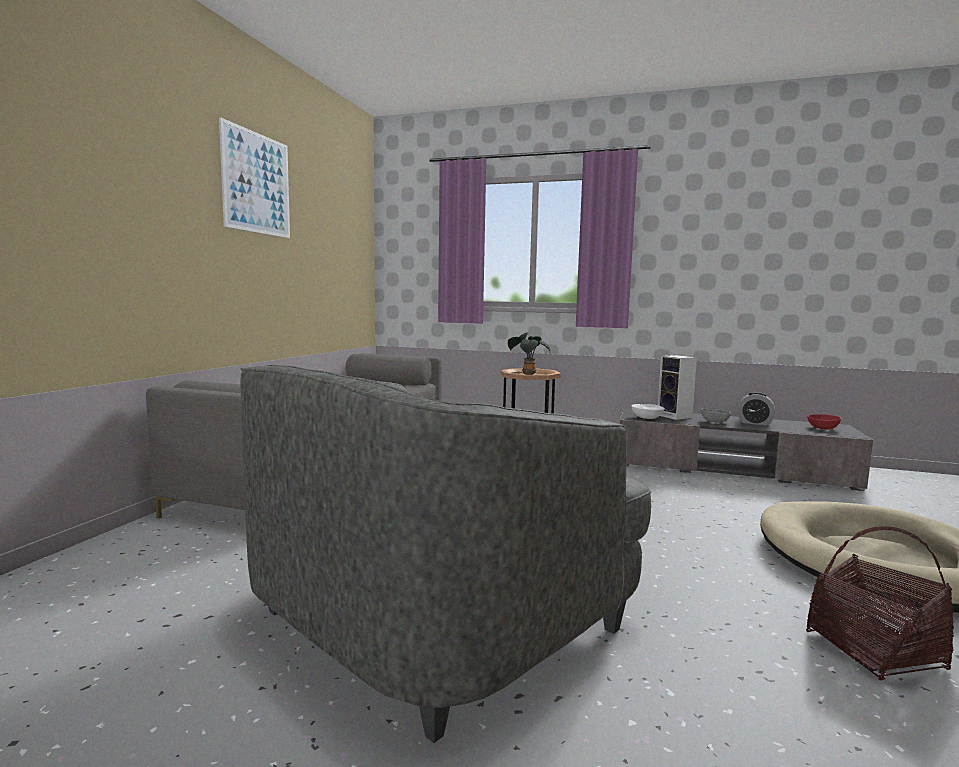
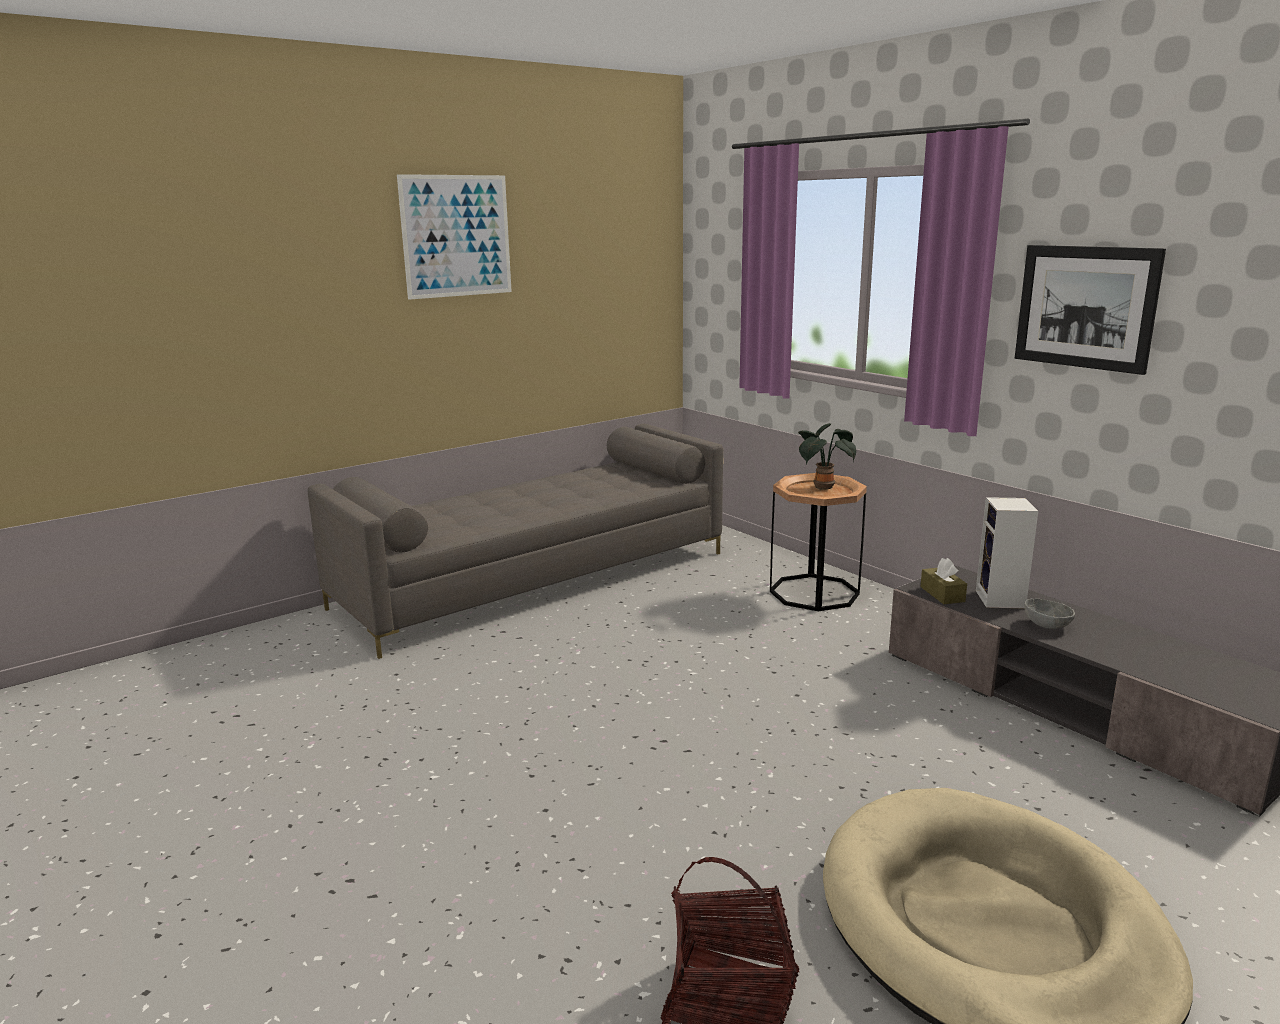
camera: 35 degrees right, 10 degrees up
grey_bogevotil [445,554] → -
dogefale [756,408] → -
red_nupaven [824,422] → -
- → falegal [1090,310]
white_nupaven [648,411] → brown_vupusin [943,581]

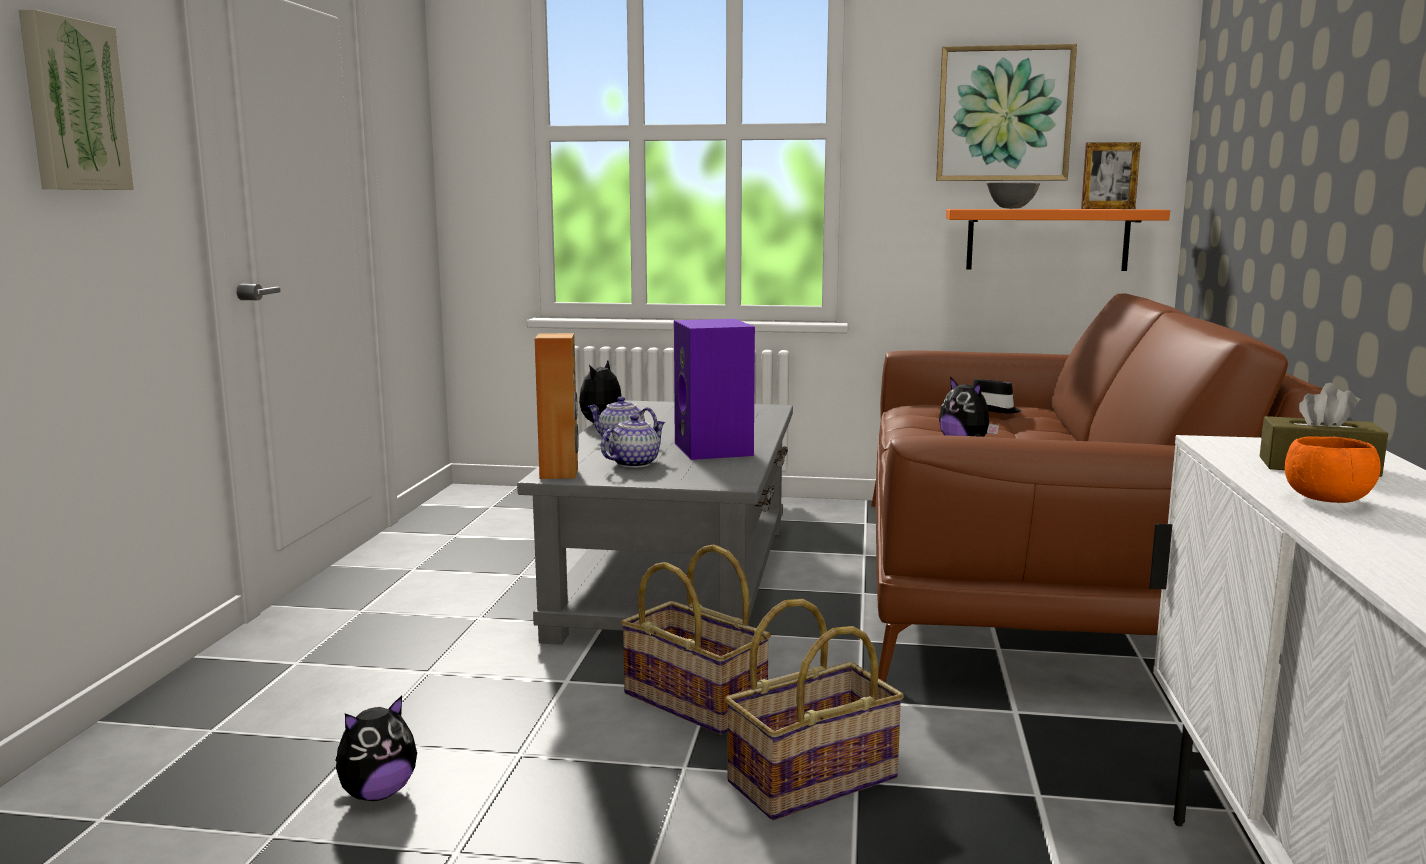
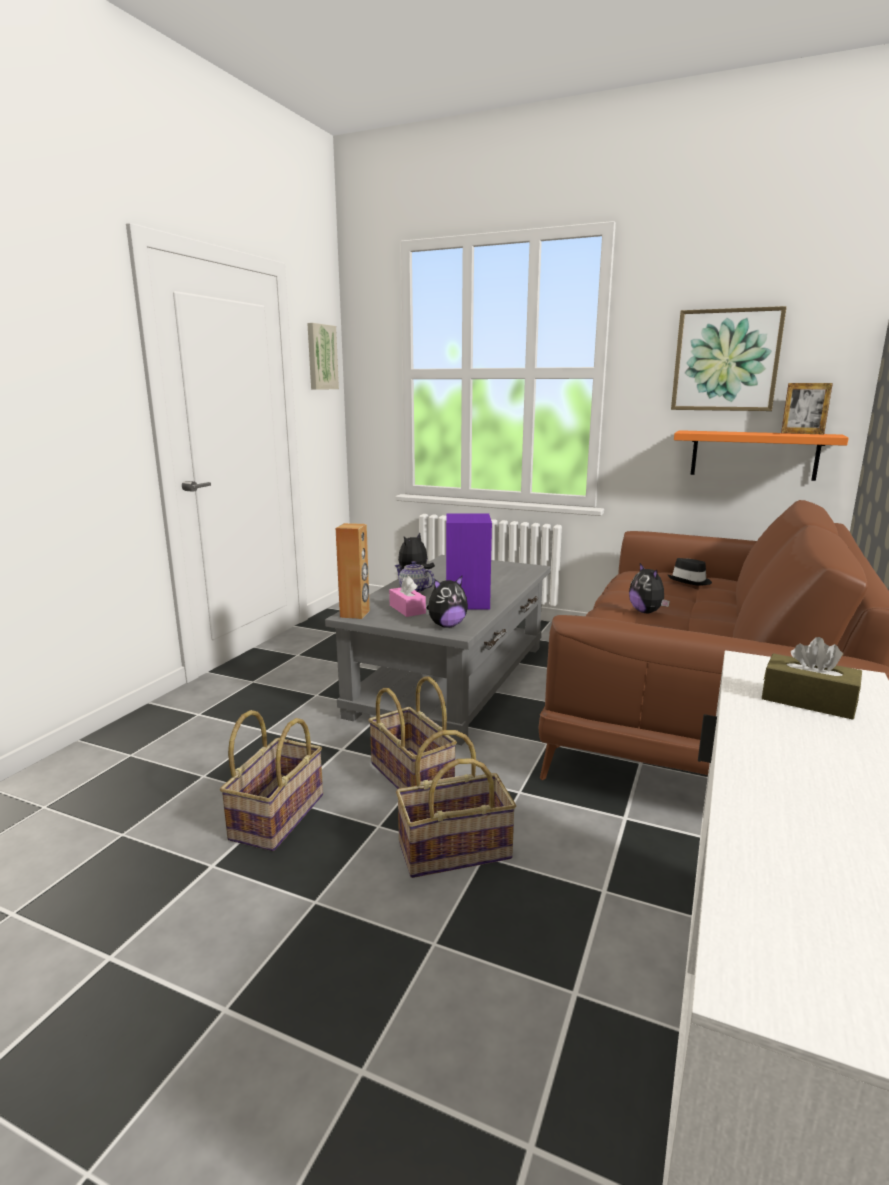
camera: 15 degrees right, 5 degrees up
grey_nupaven [1013,195] → -
orange_nupaven [1333,469] → -
- → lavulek [271,780]
falegal [76,99] → falegal [323,356], moved
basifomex [376,748] → basifomex [447,602], moved
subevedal [633,441] → pink_vupusin [407,596]

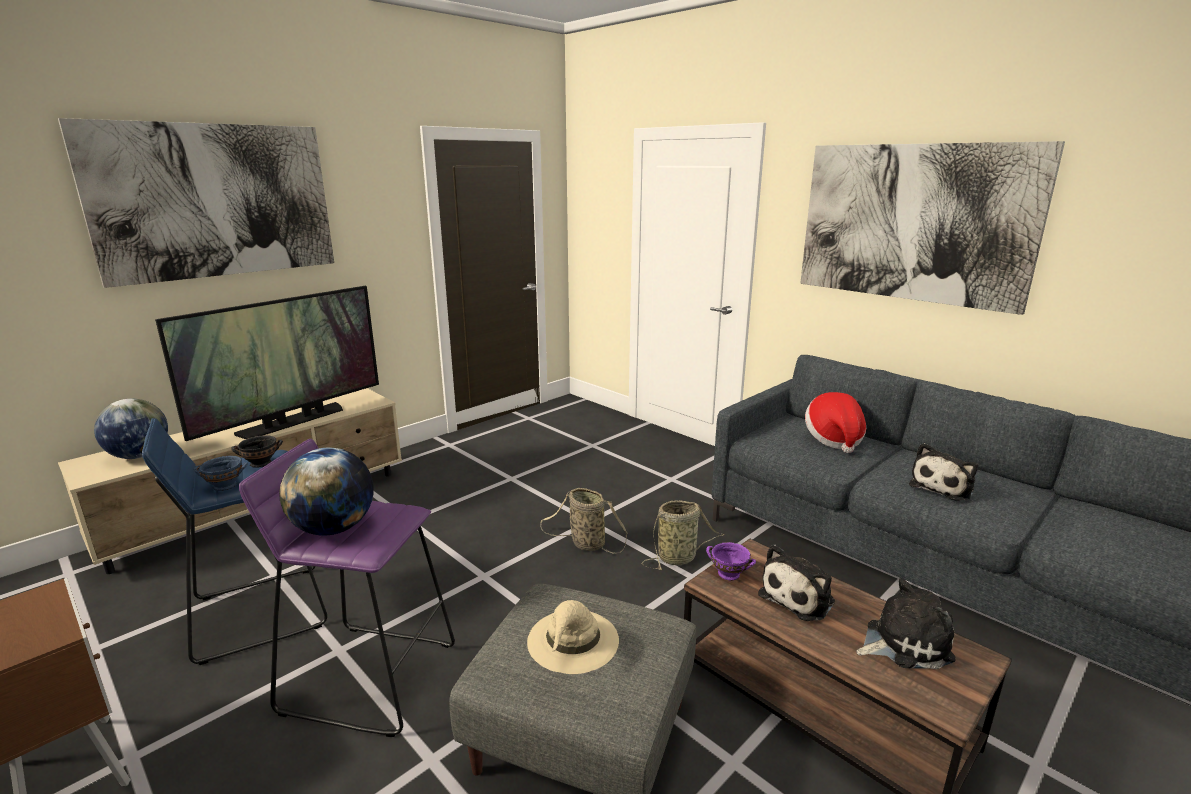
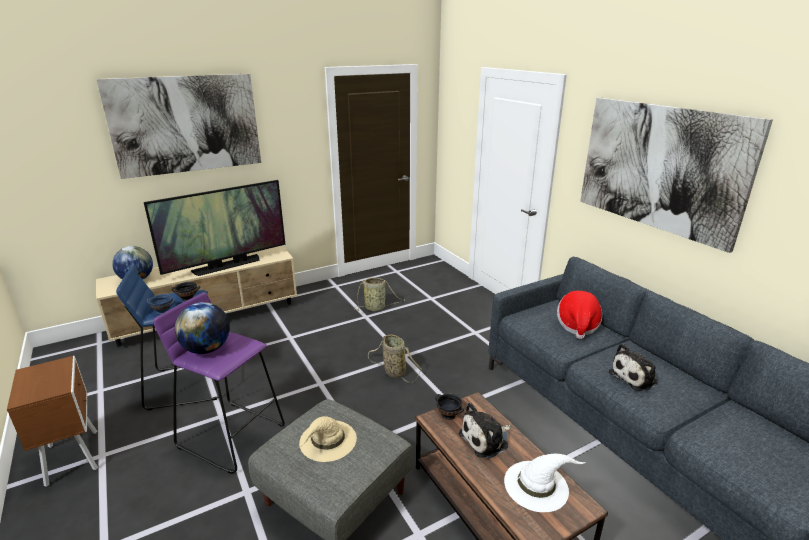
camera: 15 degrees right, 5 degrees up
lavulek [683,535] → lavulek [379,294], moved
basifomex [906,623] → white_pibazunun [545,483]
purple_nupaven [731,561] → black_nupaven [449,406]

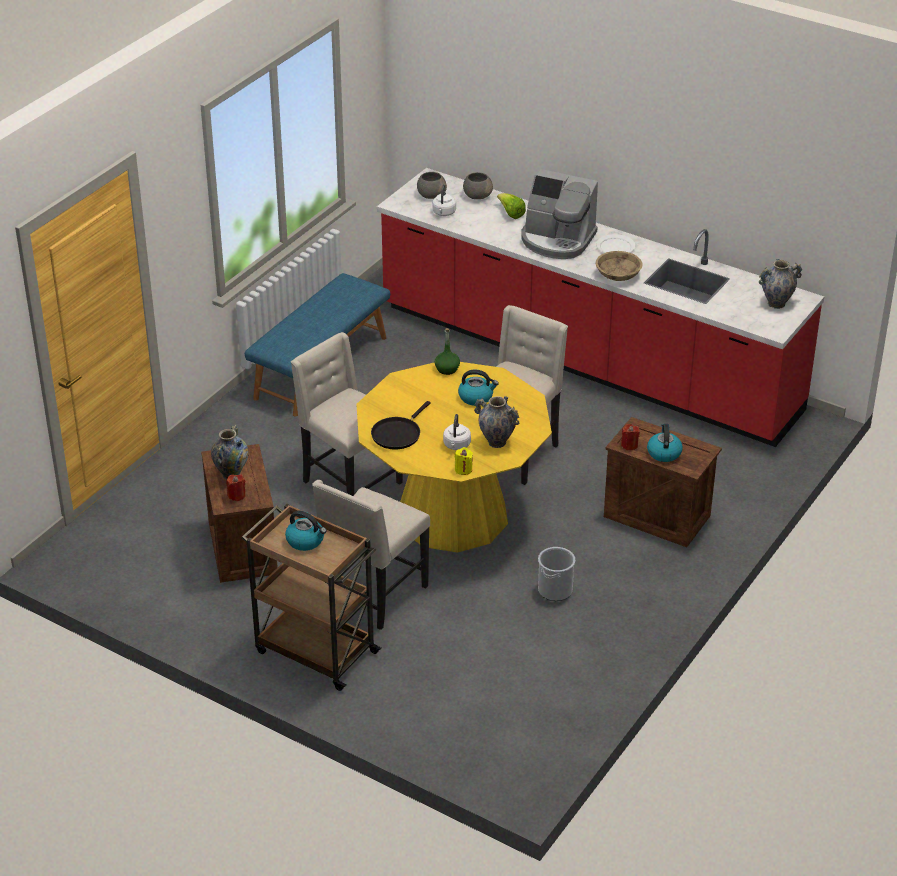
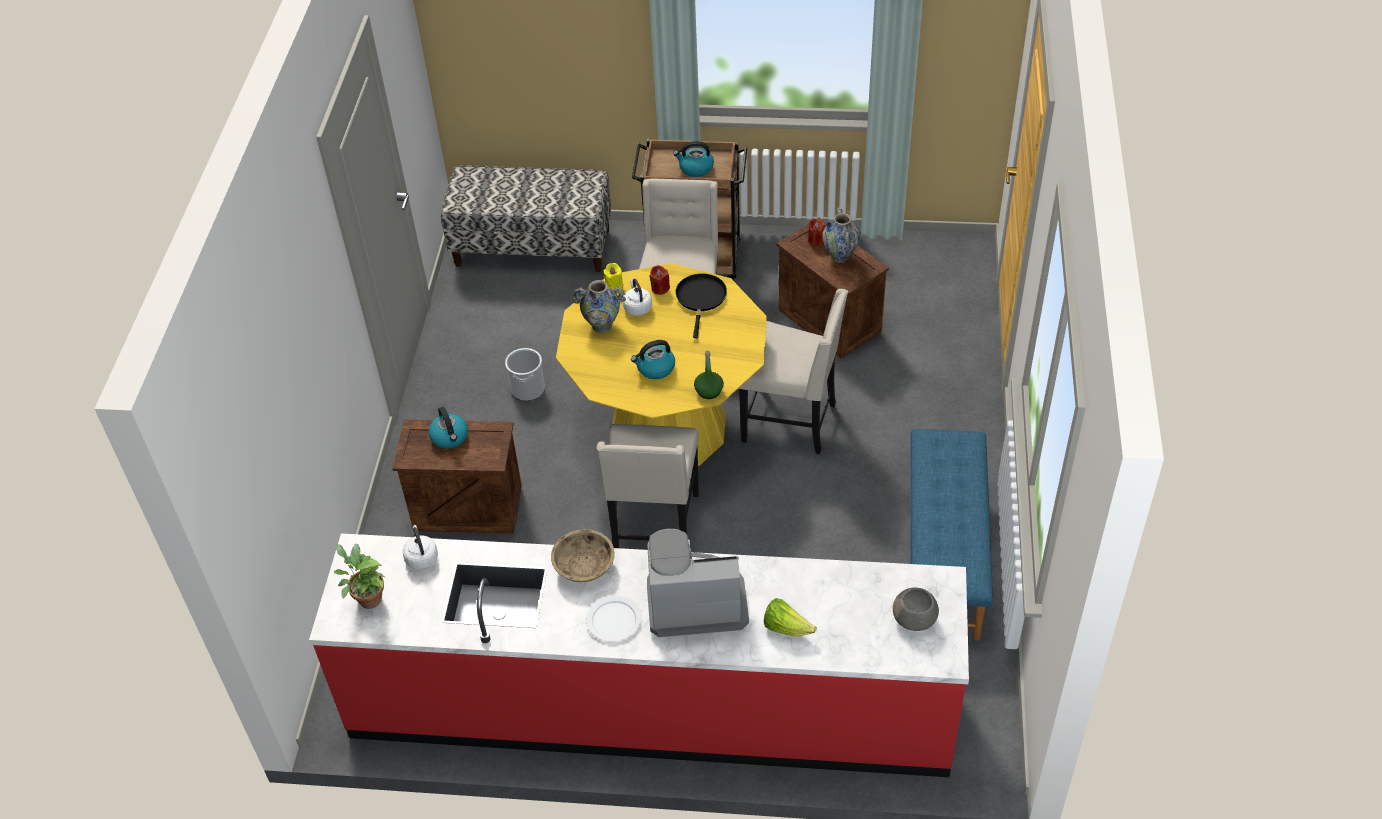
camera: 155 degrees right, 10 degrees up
grey_nupaven [478,185] → -
- → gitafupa [526,219]
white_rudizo [444,200] → white_rudizo [420,547], moved
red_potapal [630,437] → red_potapal [659,280], moved
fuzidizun [780,284] → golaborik [359,576]

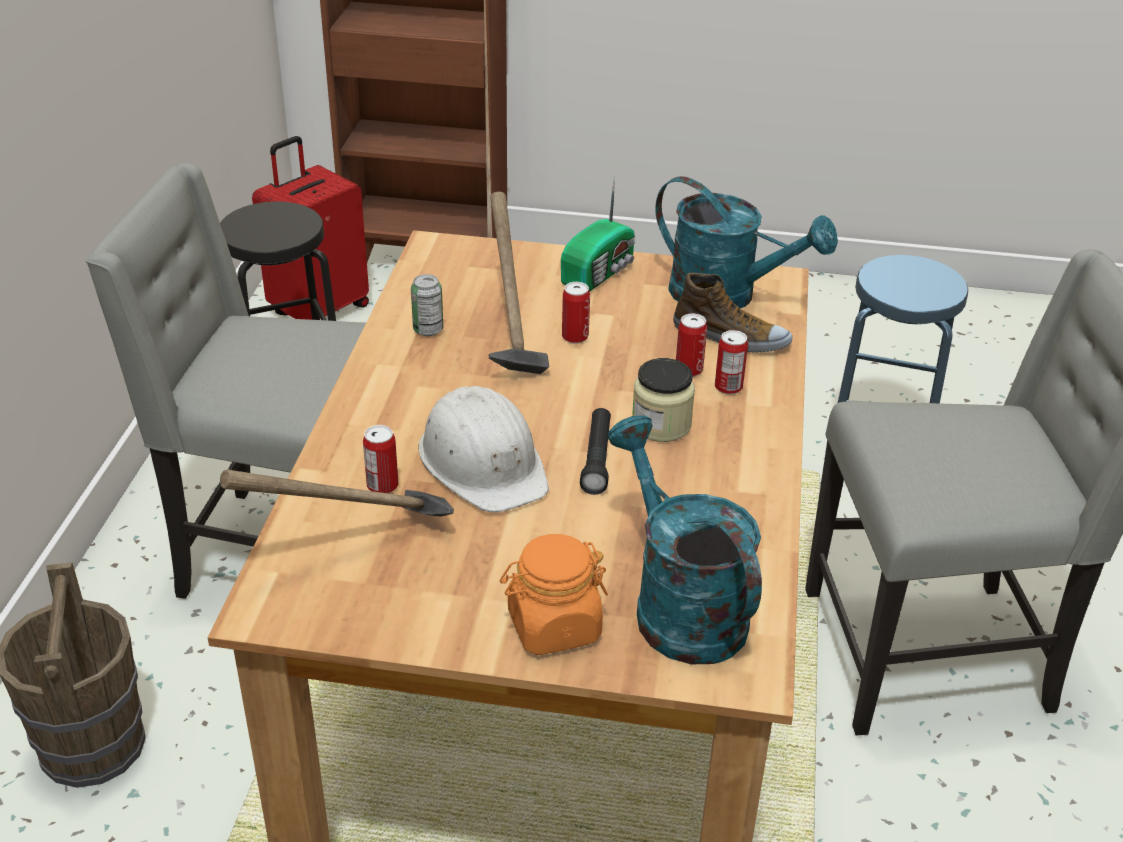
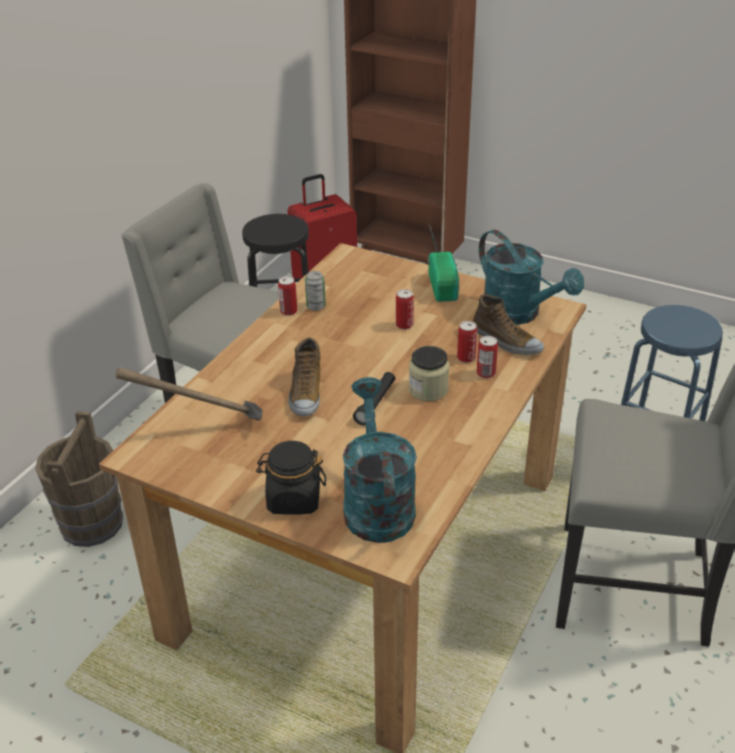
camera: 20 degrees right, 0 degrees up
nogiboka [518,283] → -
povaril [380,459] → povaril [287,296], moved
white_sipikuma [483,449] → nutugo [304,377]
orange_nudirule [554,594] → black_nudirule [291,477]
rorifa [598,233] → rorifa [443,263], 60 degrees counterclockwise

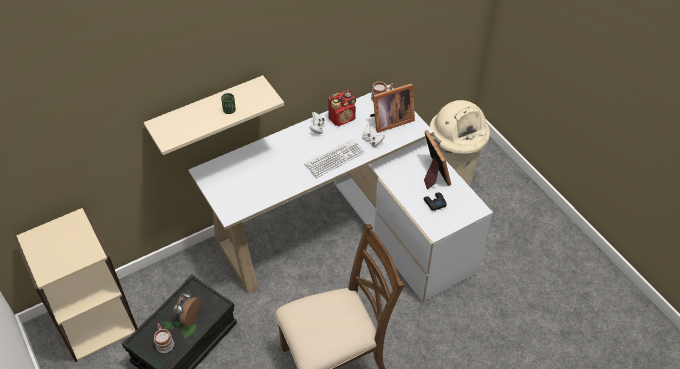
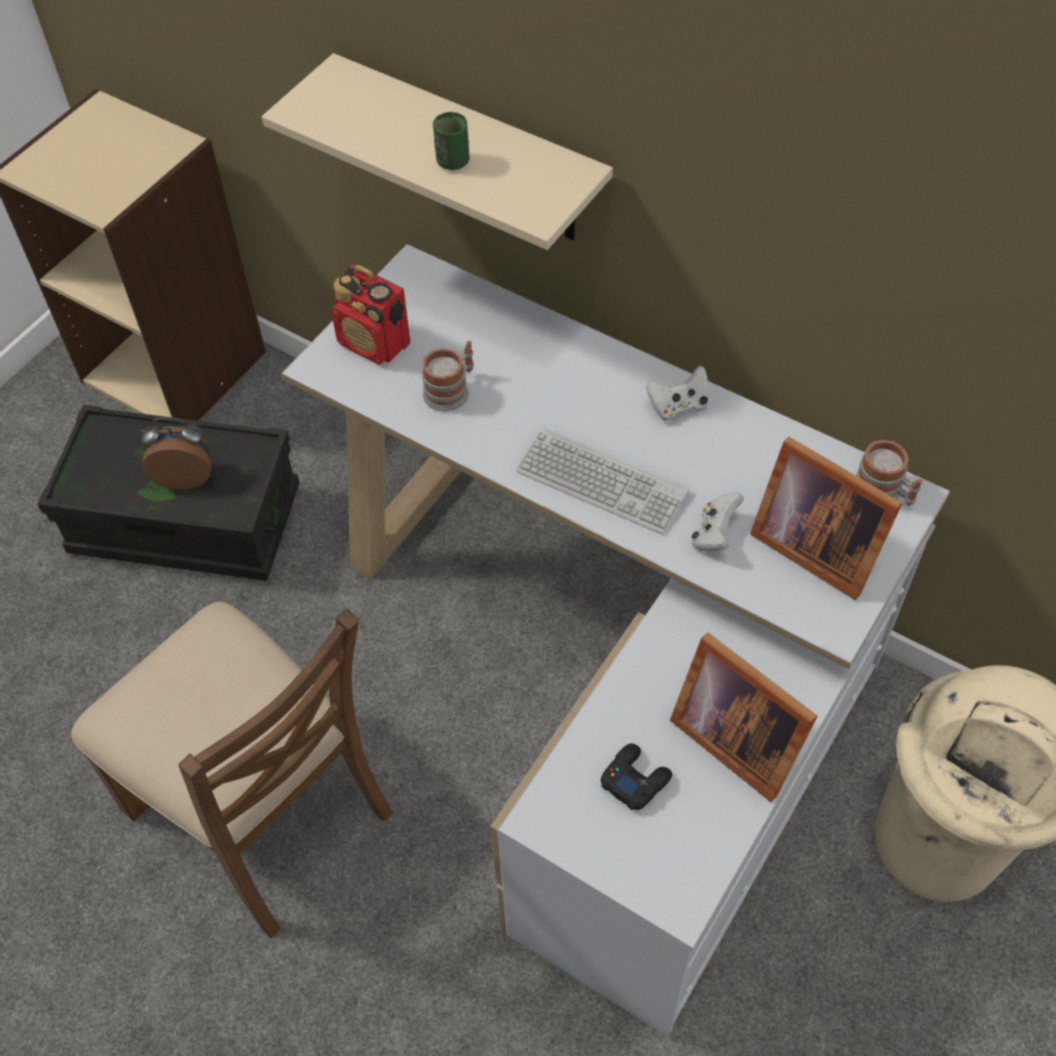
camera: 65 degrees right, 5 degrees up
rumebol [164,338] → rumebol [448,376], moved
rorifa [342,108] → rorifa [370,314], moved
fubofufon [437,159] → fubofufon [743,717], 90 degrees clockwise

